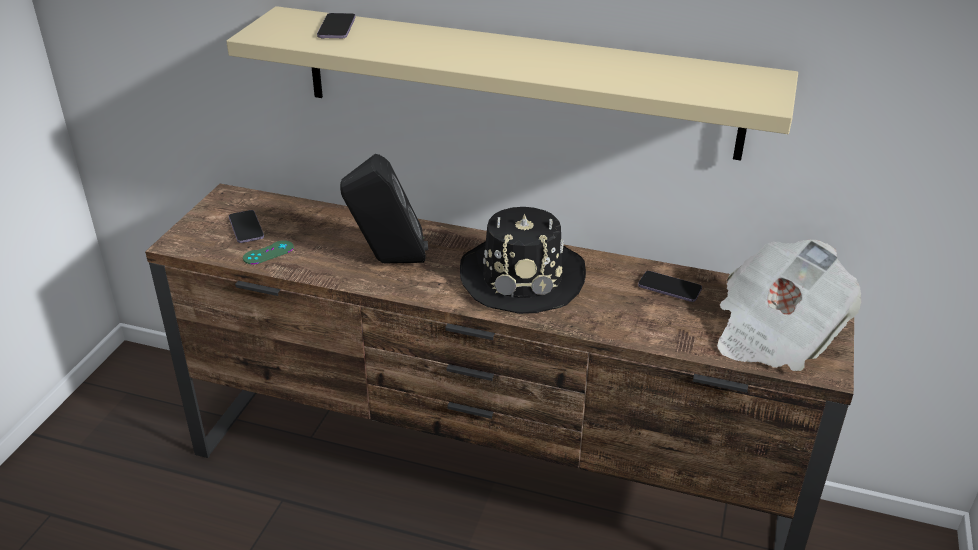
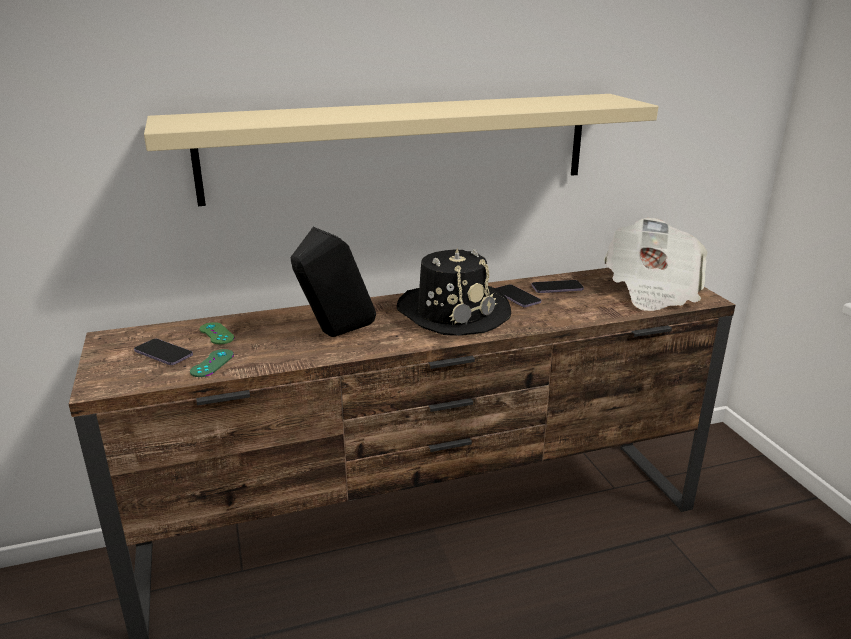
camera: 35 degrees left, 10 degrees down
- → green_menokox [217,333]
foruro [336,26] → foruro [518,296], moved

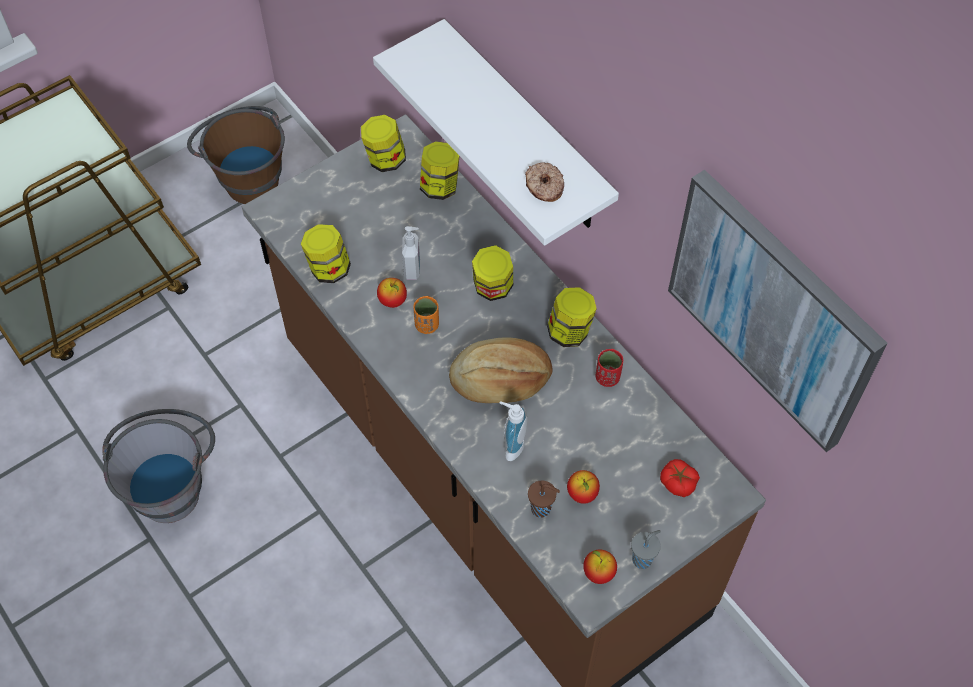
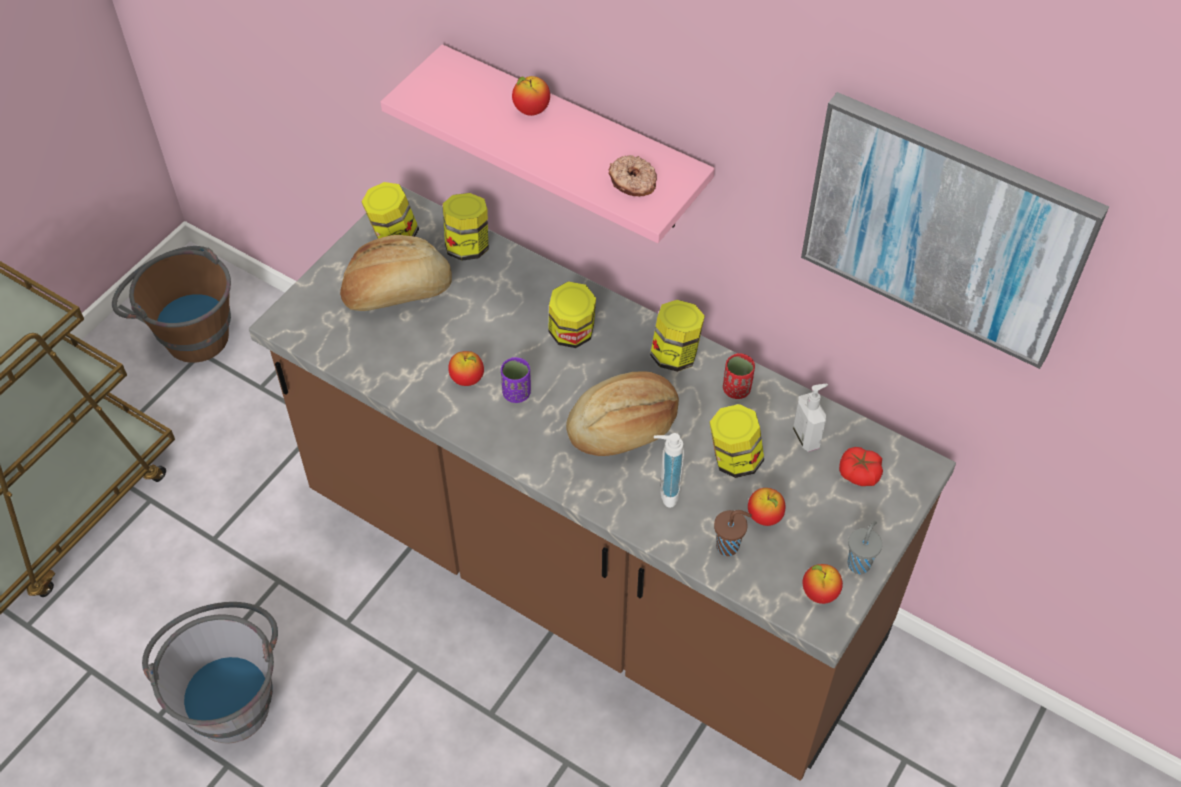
camera: 20 degrees left, 5 degrees down
- → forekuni [396,273]
- → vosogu [531,96]
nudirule [326,253] → nudirule [737,441], moved
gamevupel [411,253] → gamevupel [810,418], moved
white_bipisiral [496,132] → pink_bipisiral [548,143]
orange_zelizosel [426,315] → purple_zelizosel [516,380]

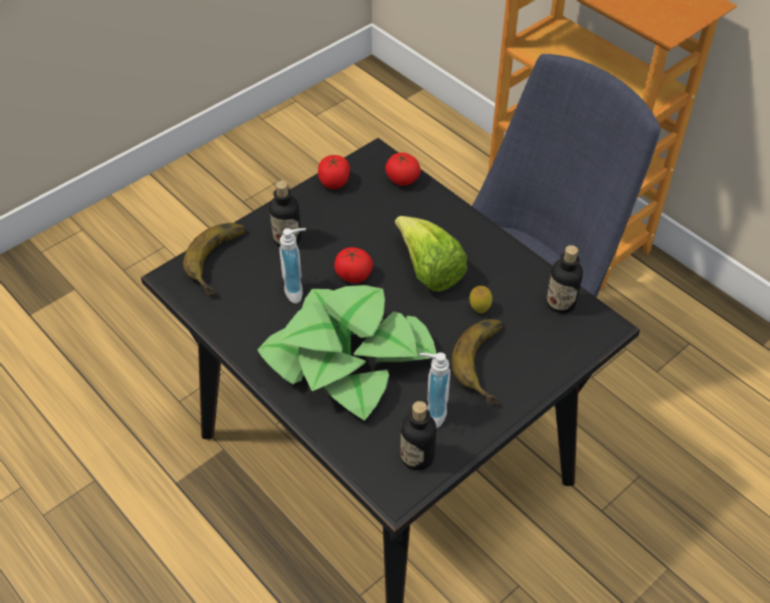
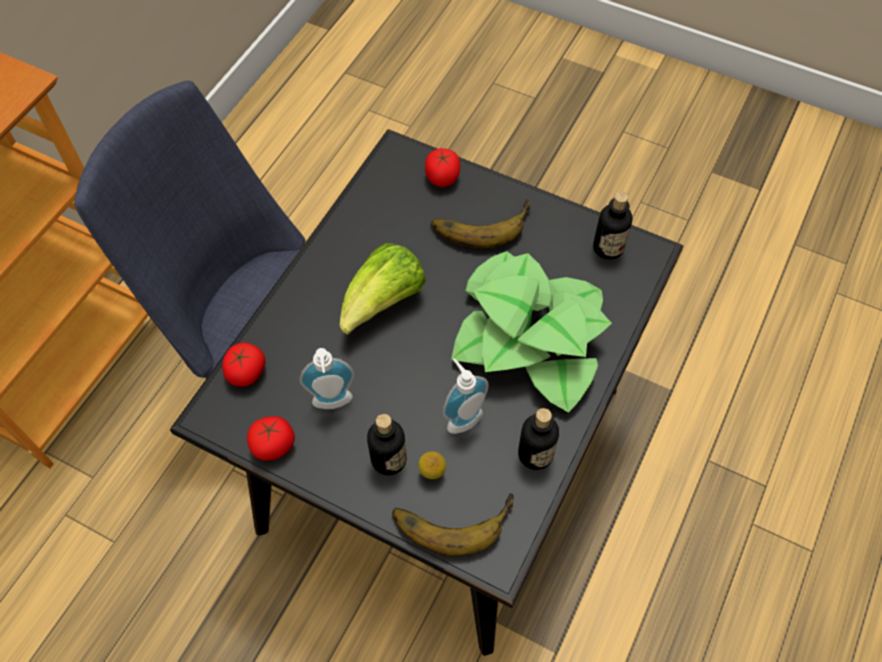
camera: 110 degrees left, 10 degrees up
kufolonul [353,265] → kufolonul [442,167], moved
gamevupel [435,390] → gamevupel [326,378], moved
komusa [481,300] → komusa [432,465], moved
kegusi [564,279] → kegusi [538,439], moved

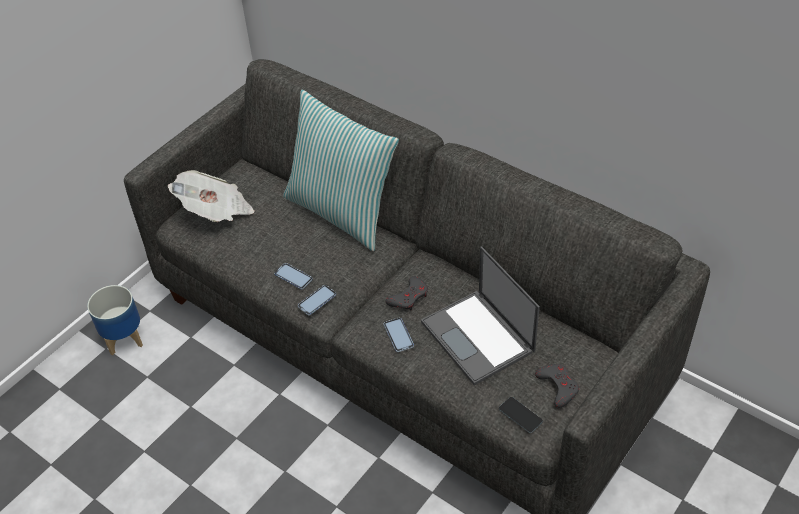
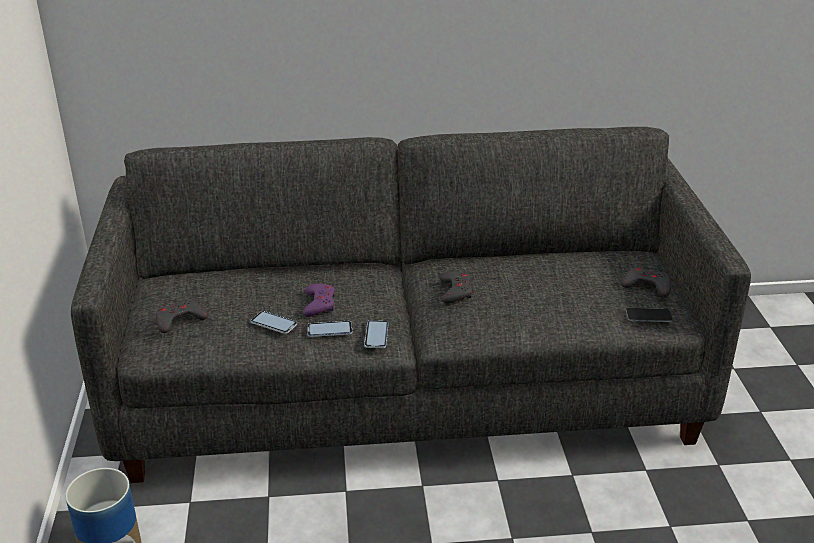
camera: 45 degrees left, 15 degrees down
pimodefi [341,170] → -
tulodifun [480,316] → -
- → purple_menokox [319,300]
foruro [399,335] → foruro [274,322], moved
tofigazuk [211,196] → grey_menokox [182,316]

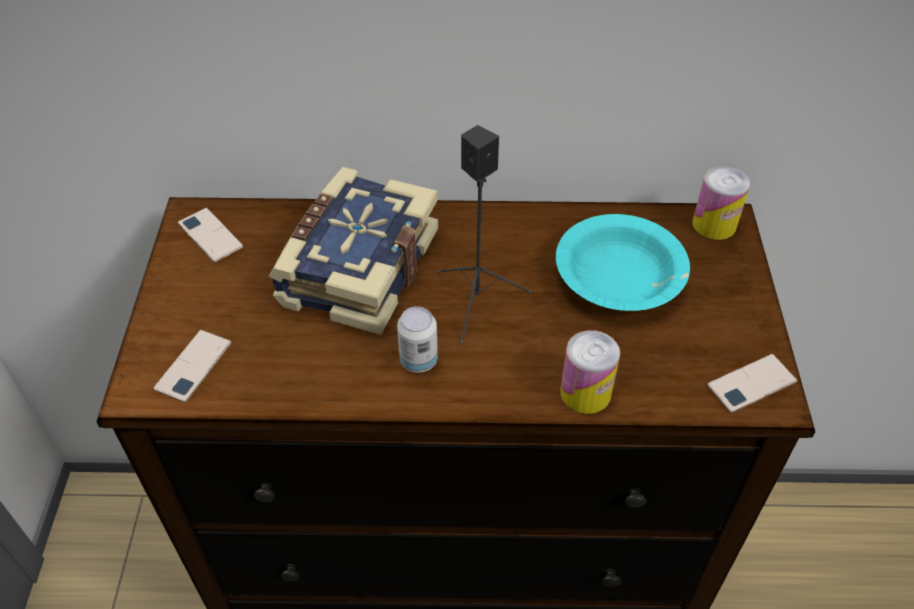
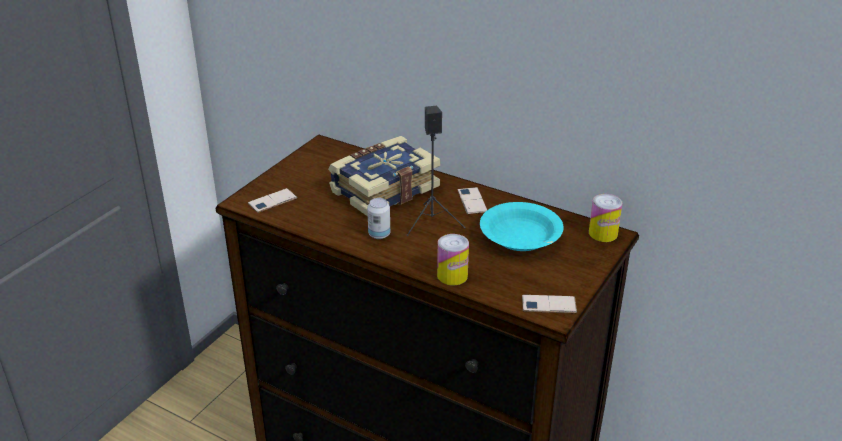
camera: 30 degrees right, 15 degrees down
foruro [210,235] → foruro [472,200], moved

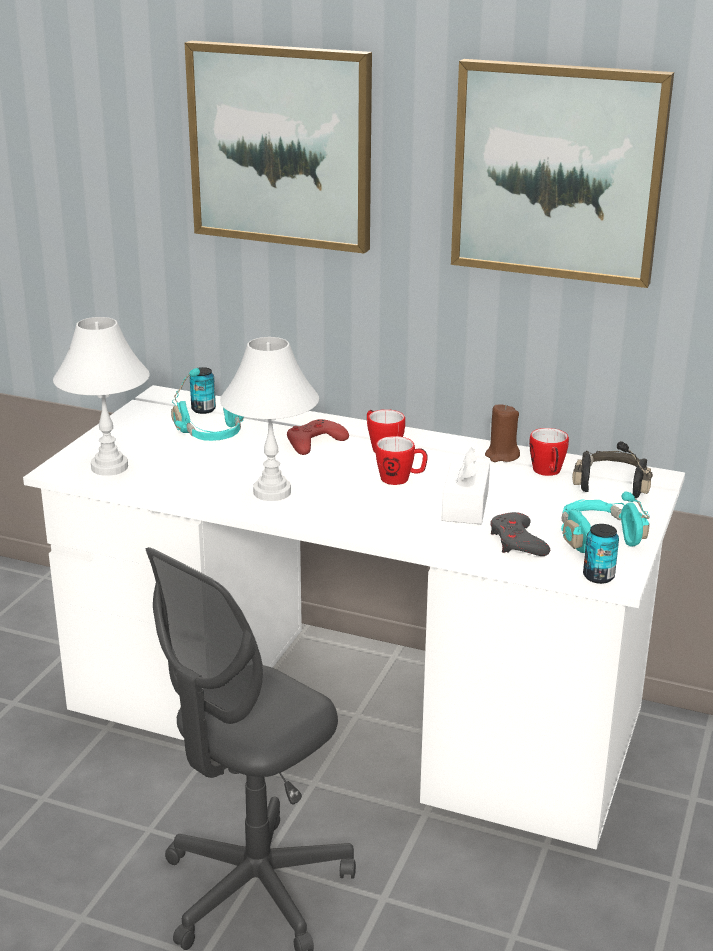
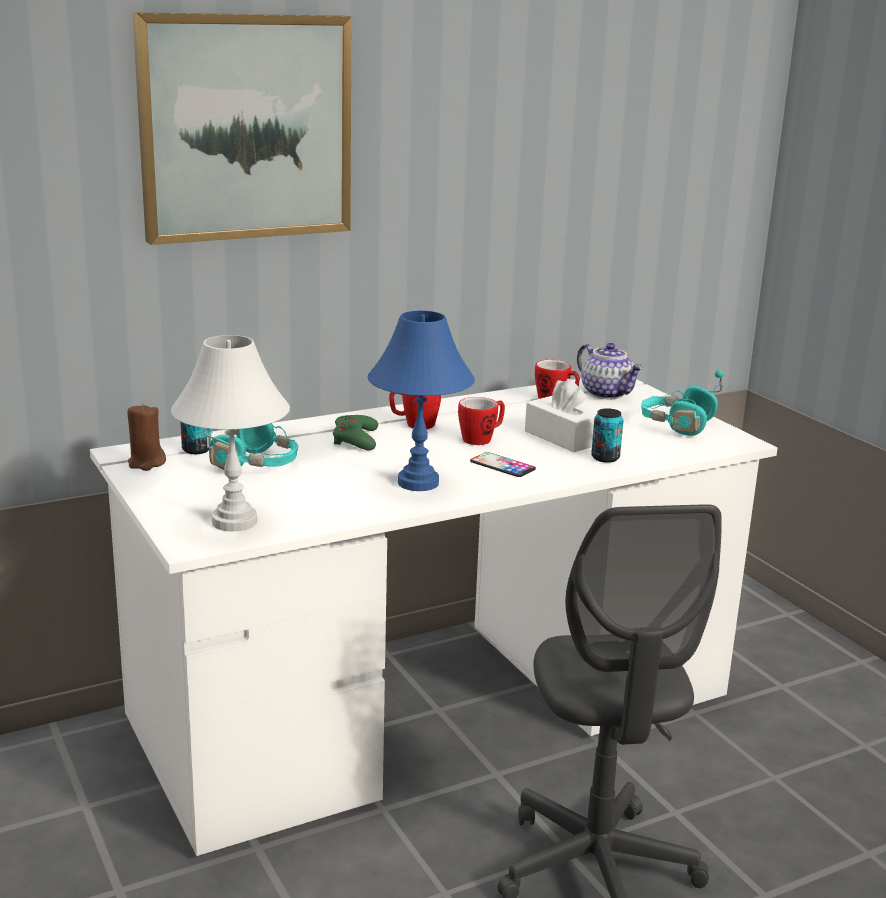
camera: 50 degrees left, 5 degrees down
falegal [562,173] → -
grey_menokox [520,534] → -
- → foruro [503,464]
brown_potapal [502,433] → brown_potapal [146,437], moved
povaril [601,554] → povaril [607,435], moved
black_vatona [612,469] → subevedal [610,371]
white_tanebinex [269,419] → blue_tanebinex [421,401]
red_menokox [318,437] → green_menokox [355,432]

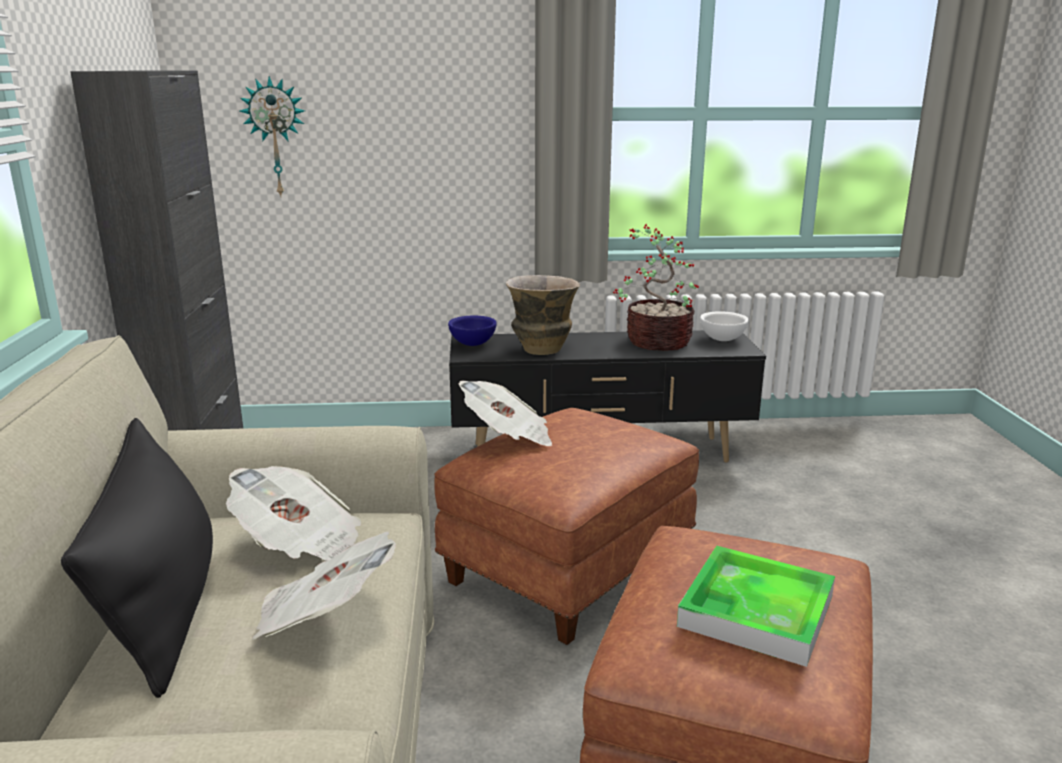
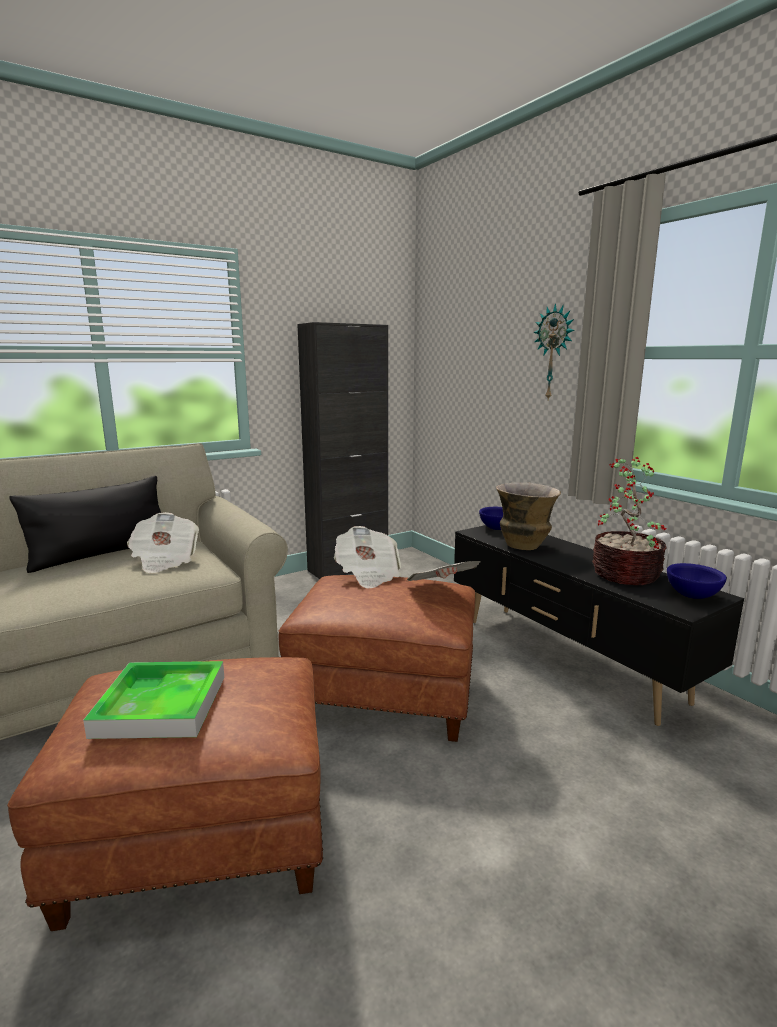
camera: 60 degrees right, 5 degrees down
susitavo [272,136] → susitavo [554,351], moved
tofigazuk [324,586] → tofigazuk [444,571], moved
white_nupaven [724,326] → blue_nupaven [697,581]

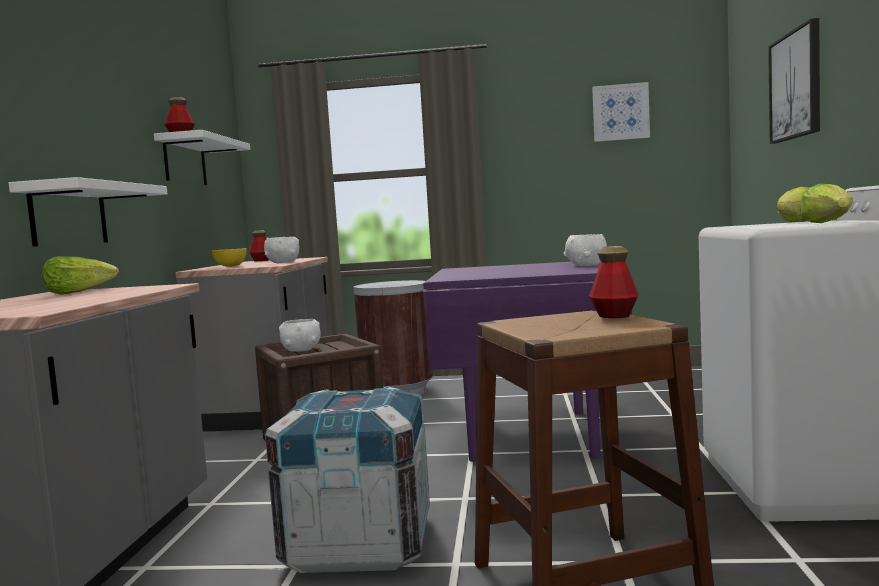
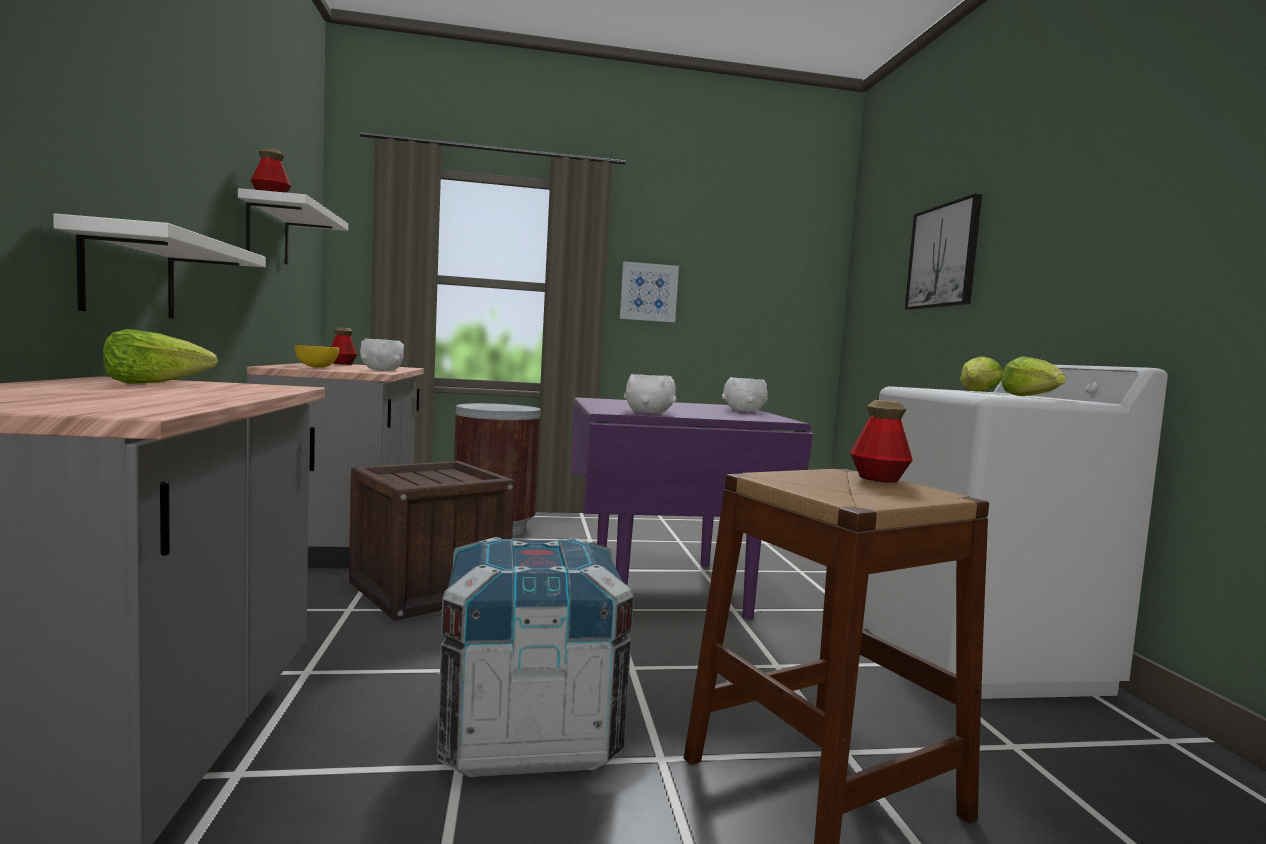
camera: 15 degrees left, 0 degrees up
white_nupaven [300,335] → white_nupaven [650,394], moved
falegal [621,112] → falegal [649,292], moved

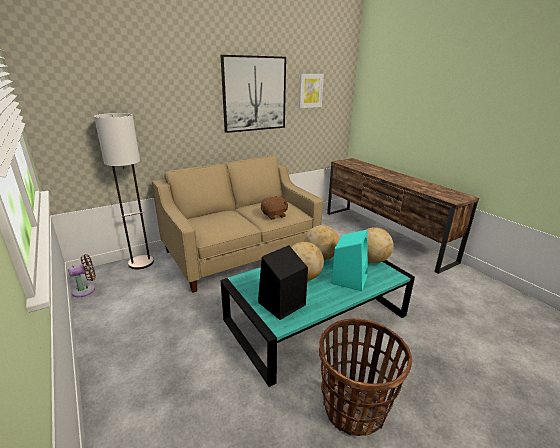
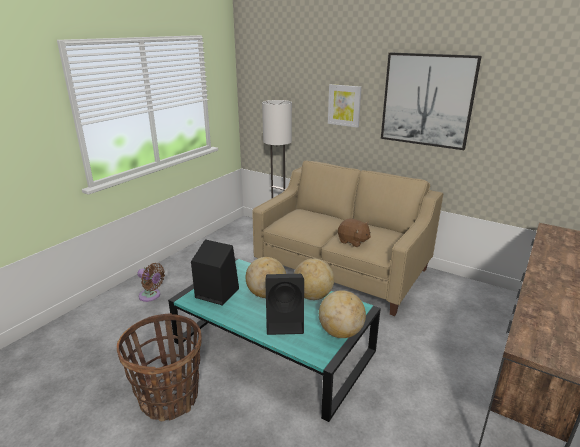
camera: 65 degrees right, 0 degrees up
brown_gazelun [82,275] → brown_gazelun [151,282], moved
falegal [311,91] → falegal [345,106], moved
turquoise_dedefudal [349,260] → black_dedefudal [284,304]

